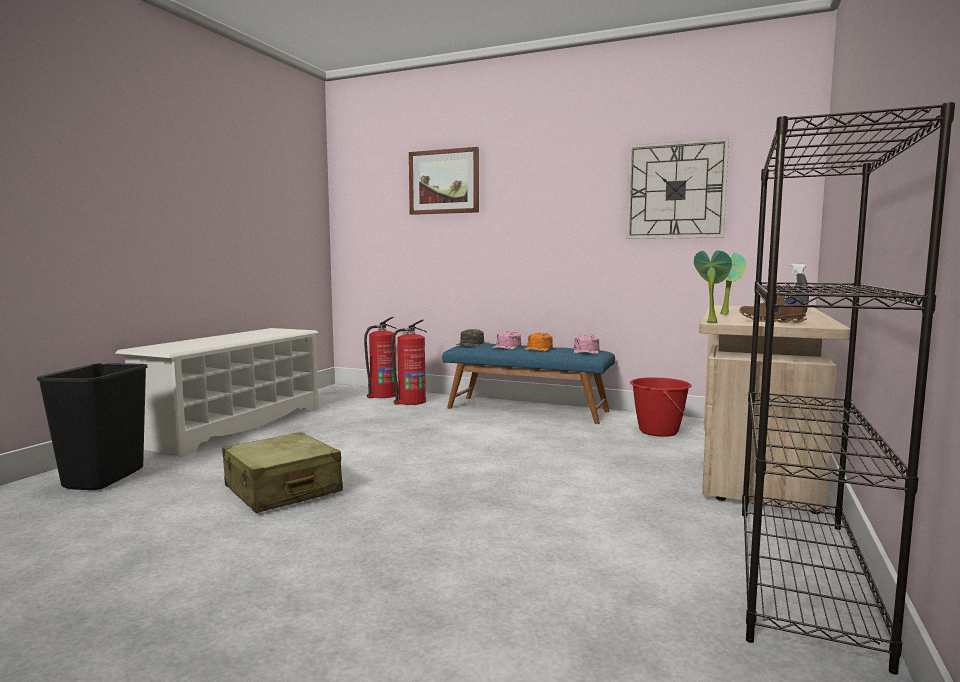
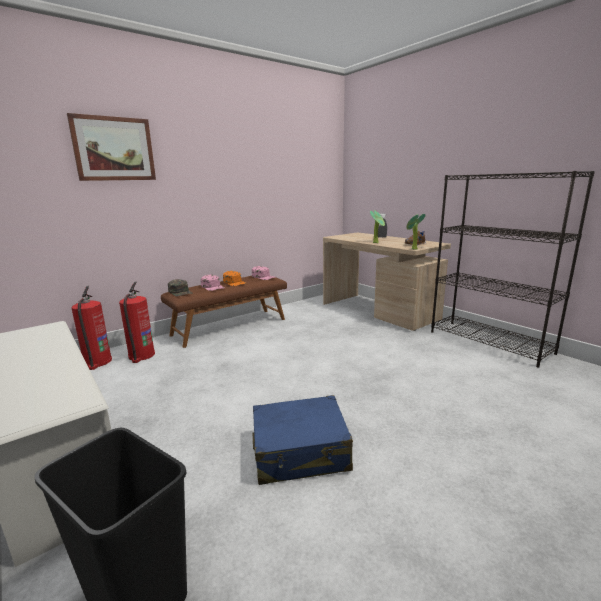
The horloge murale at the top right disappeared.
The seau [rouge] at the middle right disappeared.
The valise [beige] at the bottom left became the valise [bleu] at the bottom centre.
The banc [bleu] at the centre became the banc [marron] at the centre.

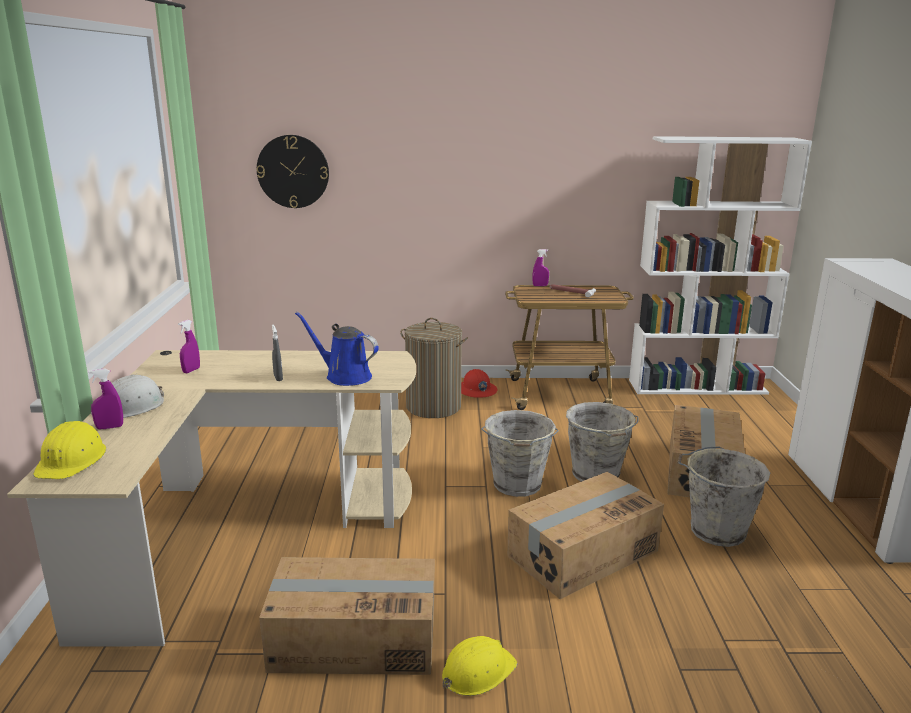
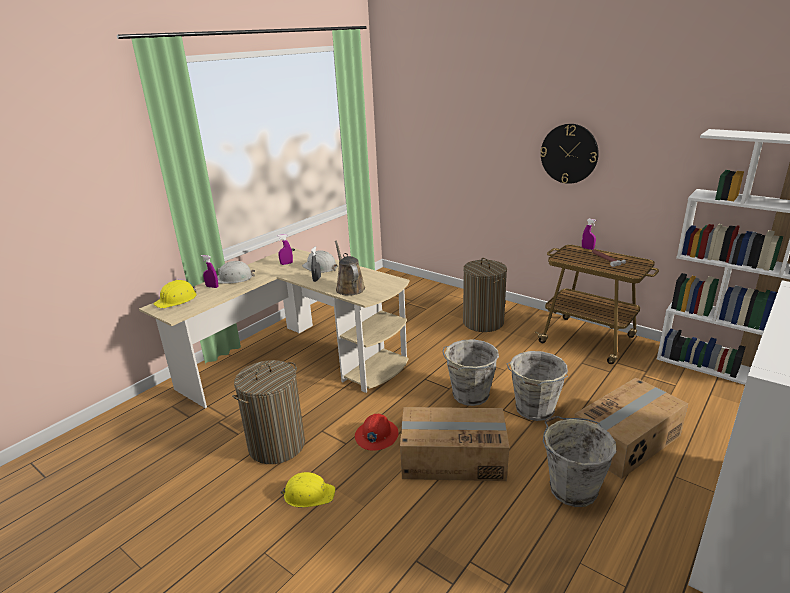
The casque de chantier [blanc] (no. 2 from left) at the centre appeared.
The horloge murale moved from the top left to the top right.
The casque de chantier [rouge] moved from the centre to the bottom centre.
The carton (no. 1 from left) at the bottom centre was replaced by the panier à linge (no. 1 from left) at the bottom centre.
The arrosoir [bleu] at the centre became the arrosoir [marron] at the centre.

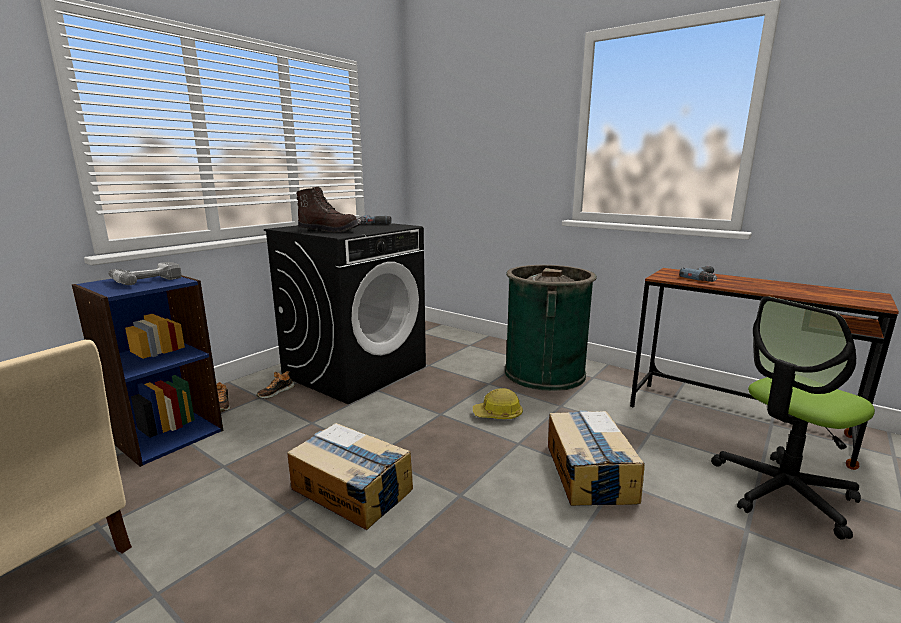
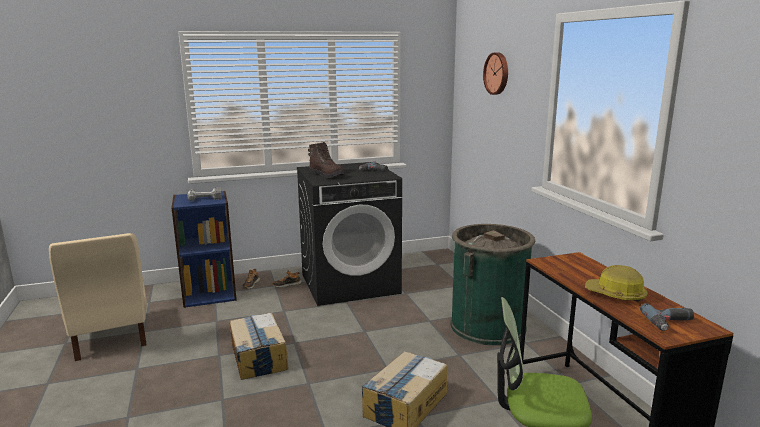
The horloge murale at the top centre appeared.
The casque de chantier moved from the centre to the middle right.
The perceuse (no. 3 from left) moved from the middle right to the bottom right.

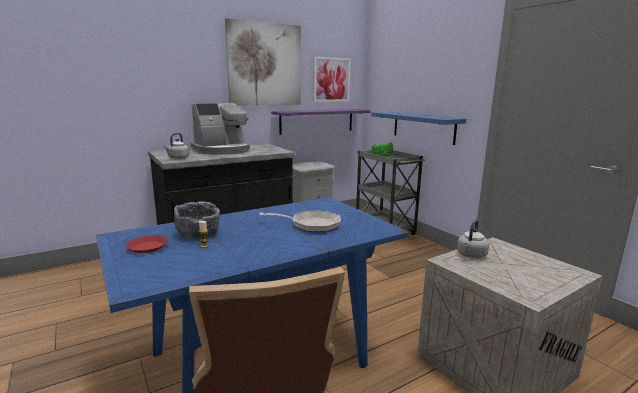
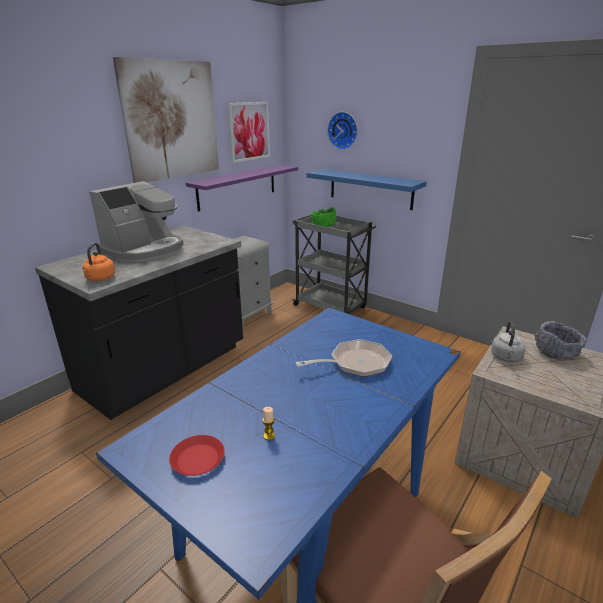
The horloge murale at the top centre appeared.
The bol [gris] moved from the middle left to the middle right.
The bouilloire [gris] (no. 1 from left) at the middle left became the bouilloire [orange] at the middle left.

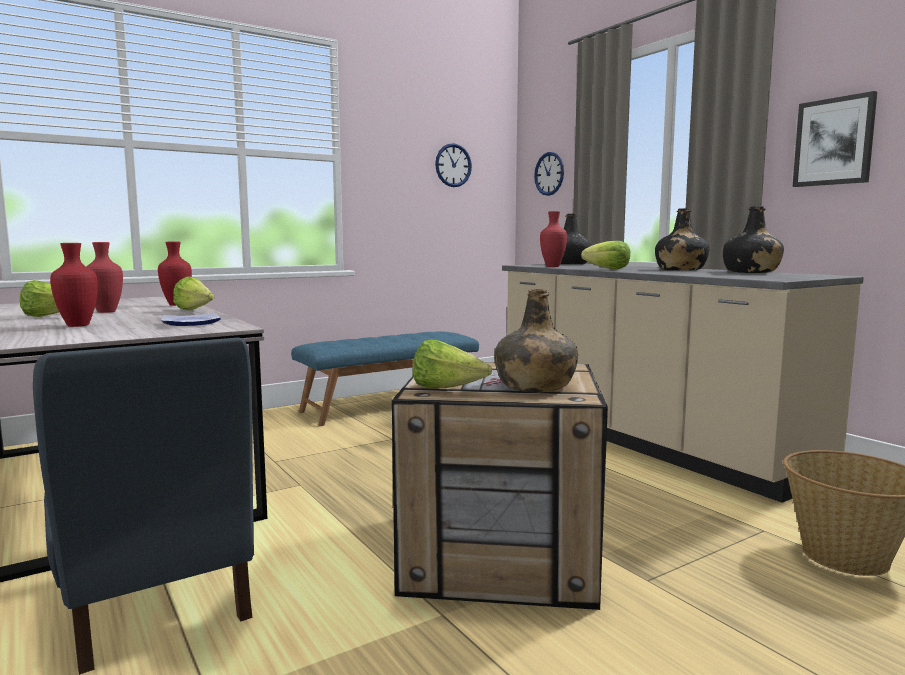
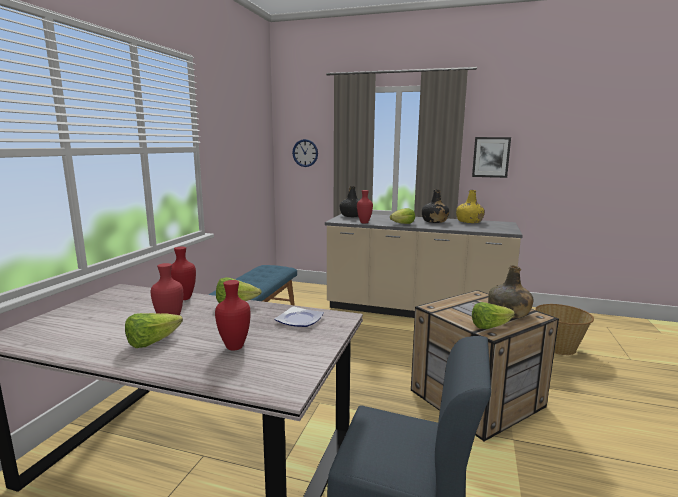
The horloge murale (no. 1 from left) at the top centre disappeared.
The bouteille [noir] (no. 3 from left) at the middle right became the bouteille [jaune] at the middle right.

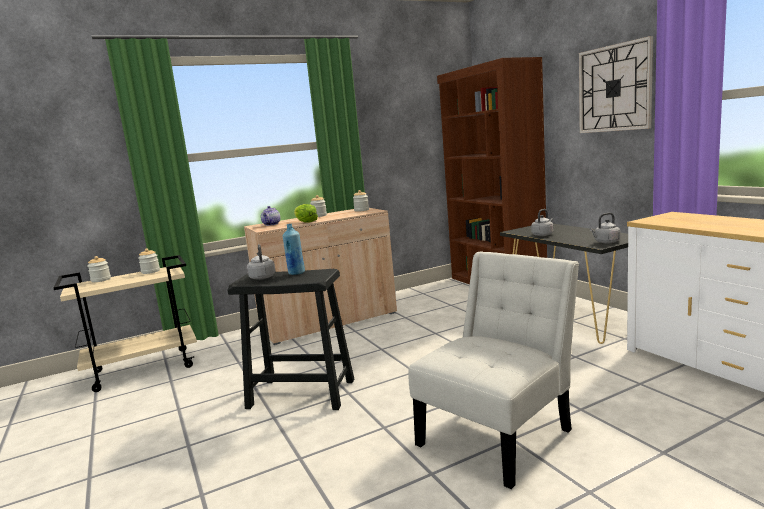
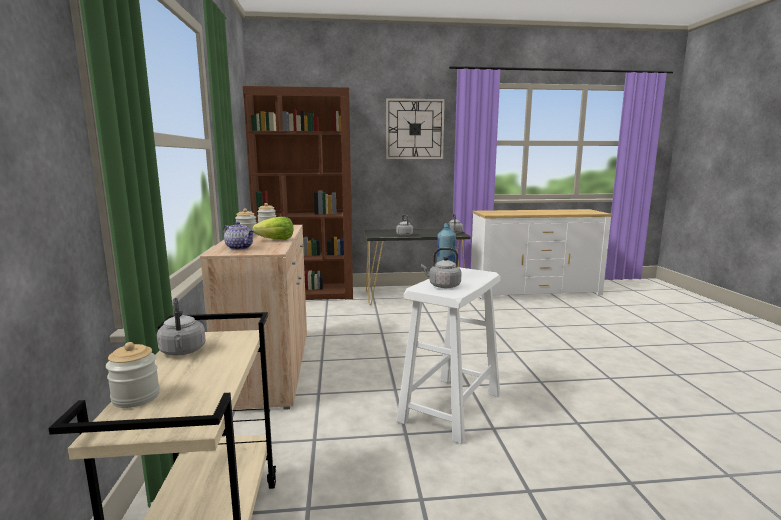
The chaise [blanc] at the bottom centre disappeared.
The bocal (no. 2 from left) at the middle left was replaced by the bouilloire [gris] (no. 1 from left) at the middle left.
The tabouret [noir] at the centre became the tabouret [blanc] at the bottom centre.

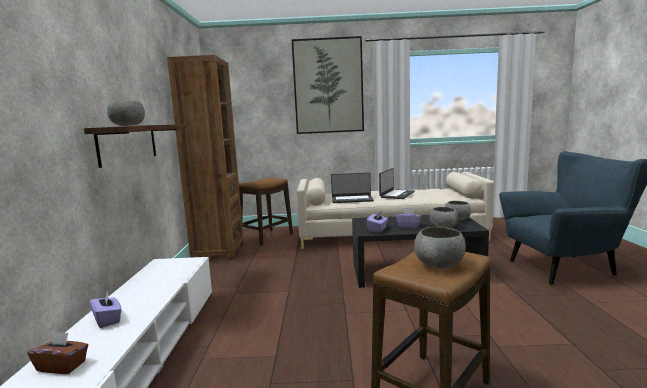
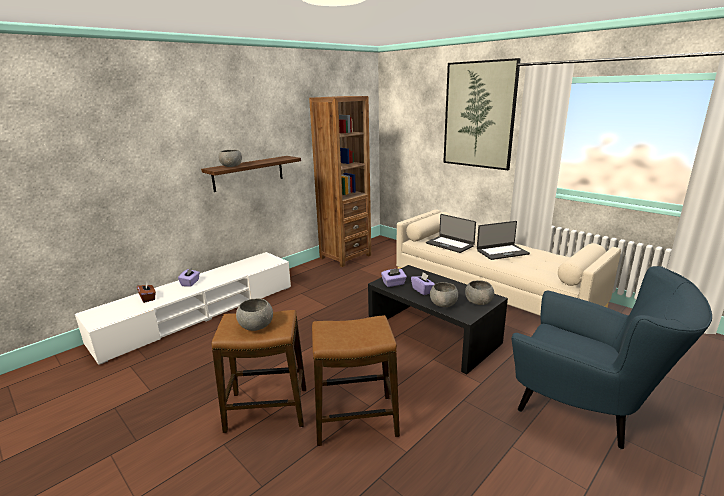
The tabouret (no. 1 from left in the first image) moved from the centre to the bottom centre.

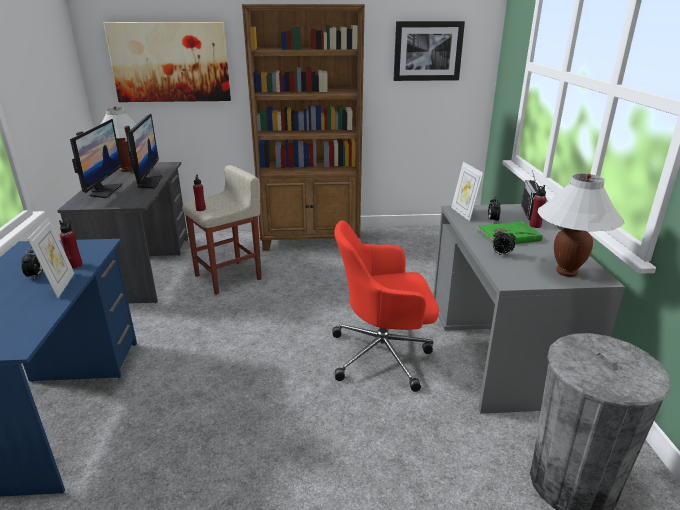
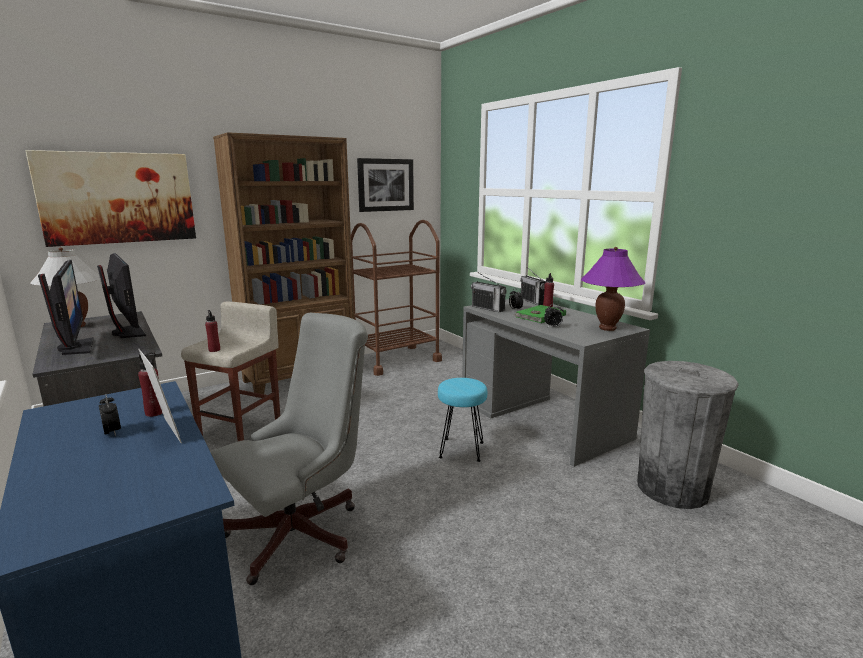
The chaise de bureau [gris] at the bottom centre appeared.
The chariot [marron] at the centre appeared.
The chaise de bureau [rouge] at the centre was replaced by the tabouret [turquoise] at the centre.
The cadre photo (no. 2 from left) at the middle right was replaced by the radio (no. 1 from left) at the centre.
The lampe de table [blanc] (no. 2 from left) at the middle right became the lampe de table [violet] at the middle right.

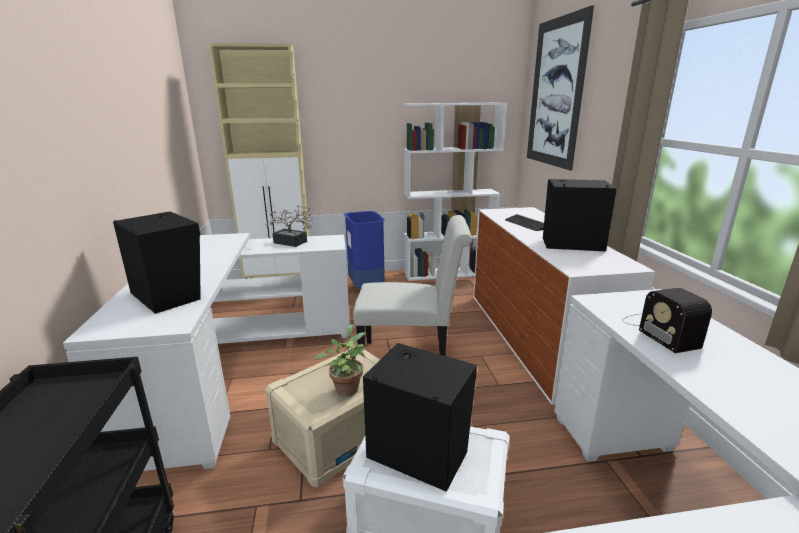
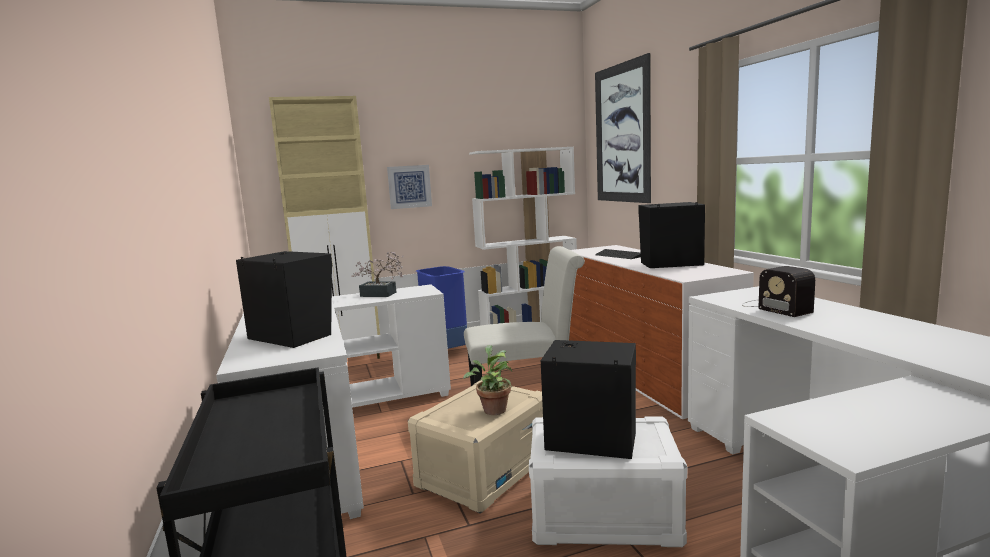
The tableau (no. 1 from left) at the centre appeared.

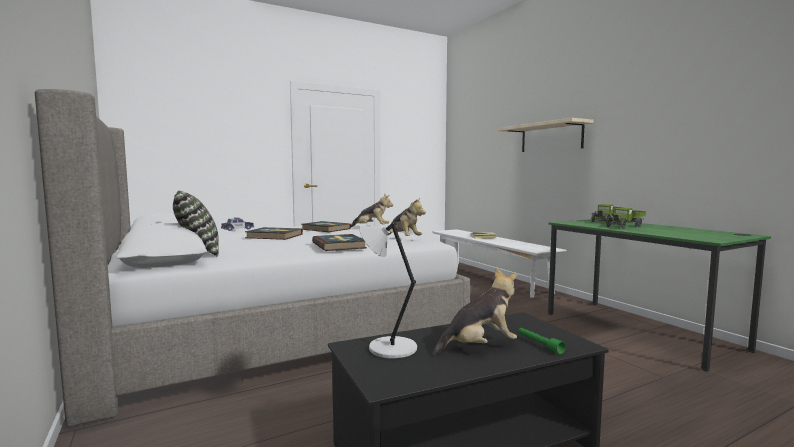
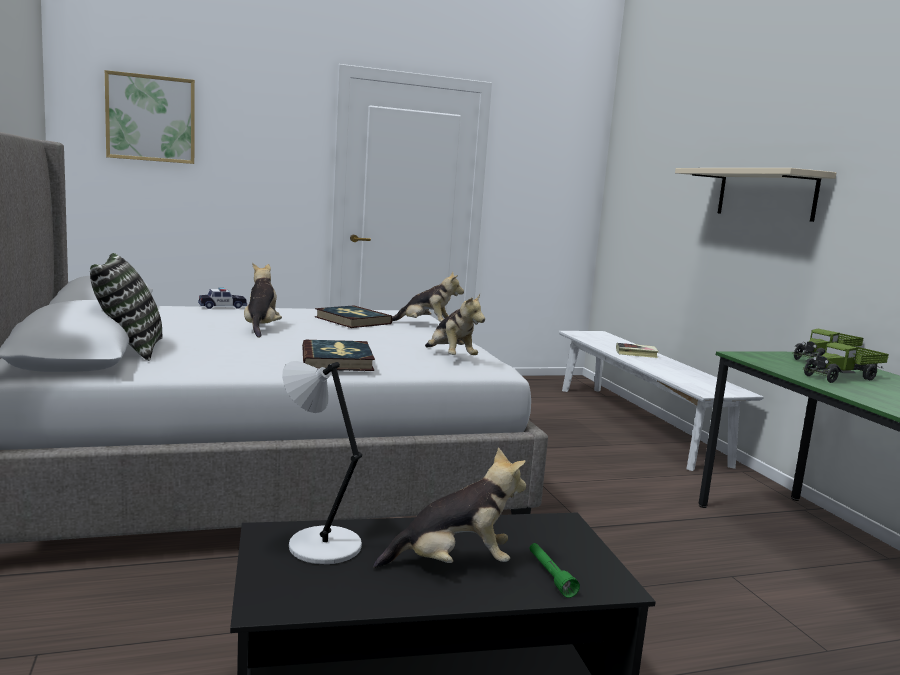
The tableau at the top left appeared.
The livre (no. 1 from left) at the centre was replaced by the peluche (no. 1 from left) at the middle left.

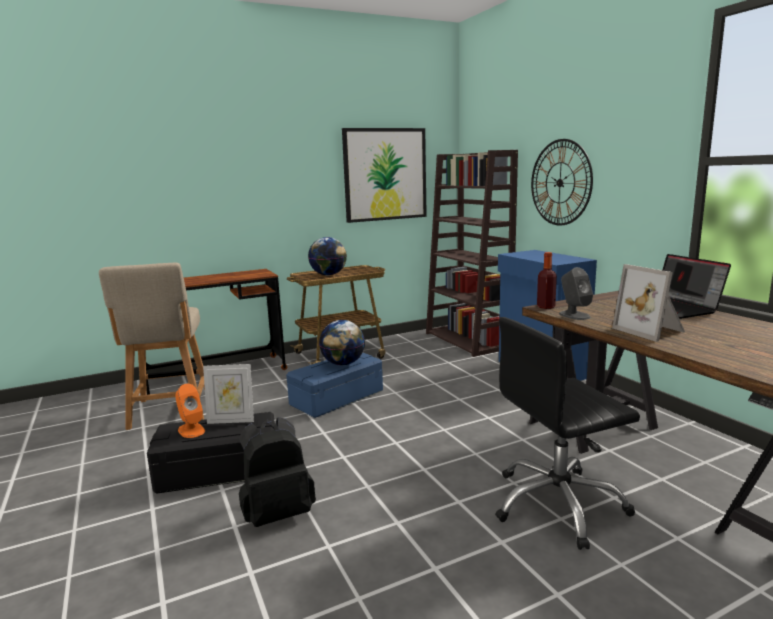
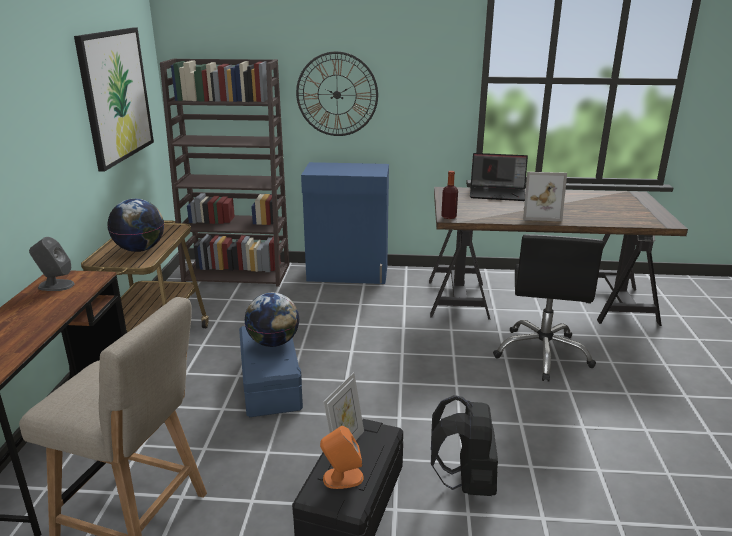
The enceinte [gris] moved from the middle right to the middle left.

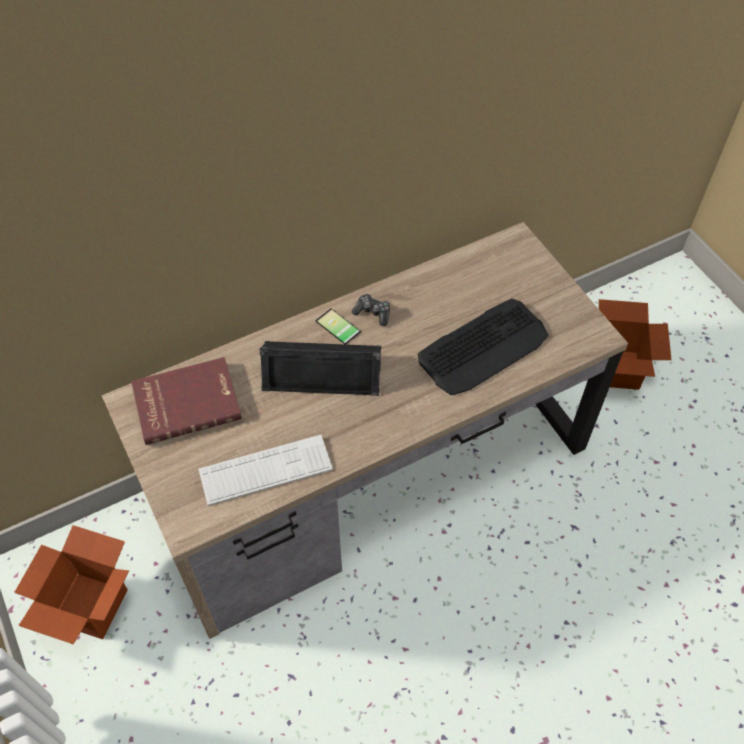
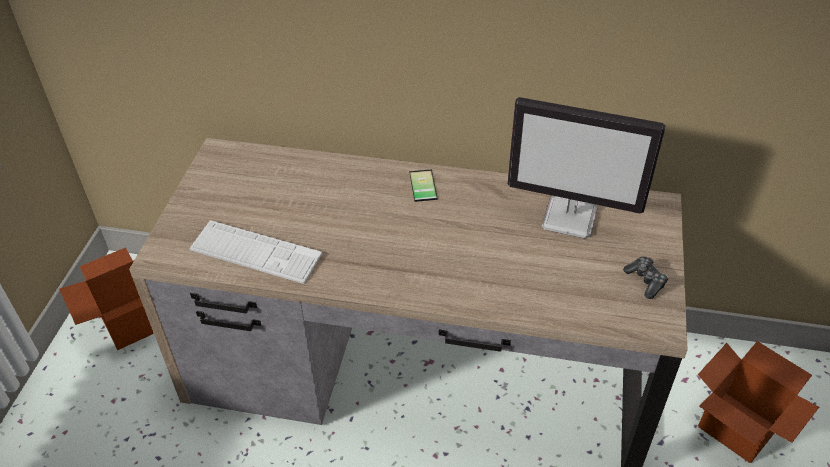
The livre [rouge] at the middle left disappeared.
The enceinte [noir] at the centre disappeared.
The clavier (no. 2 from left) at the centre disappeared.
The écran d'ordinateur at the middle right appeared.
The manette moved from the centre to the middle right.

